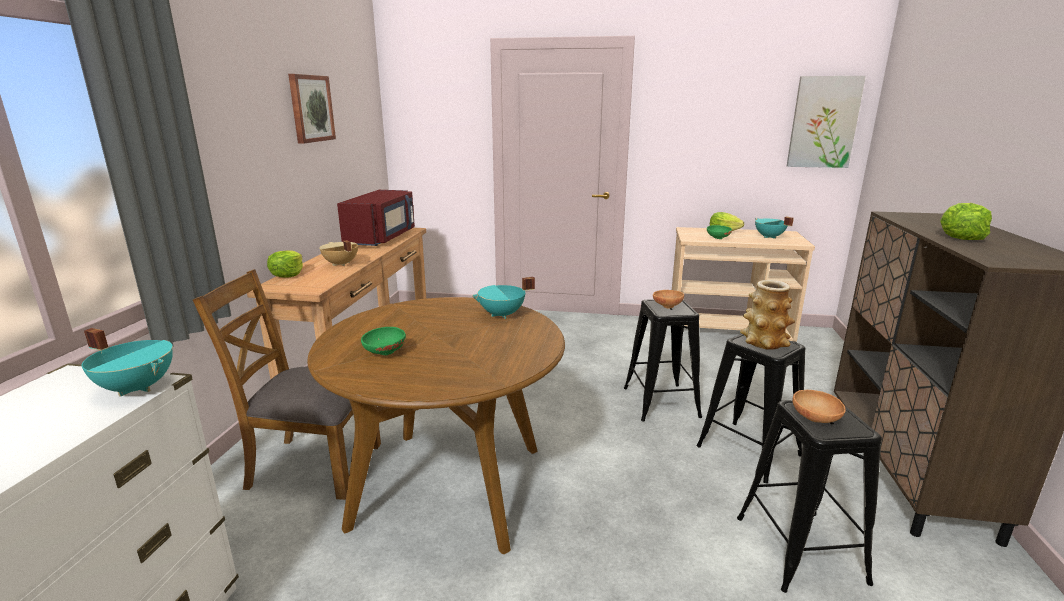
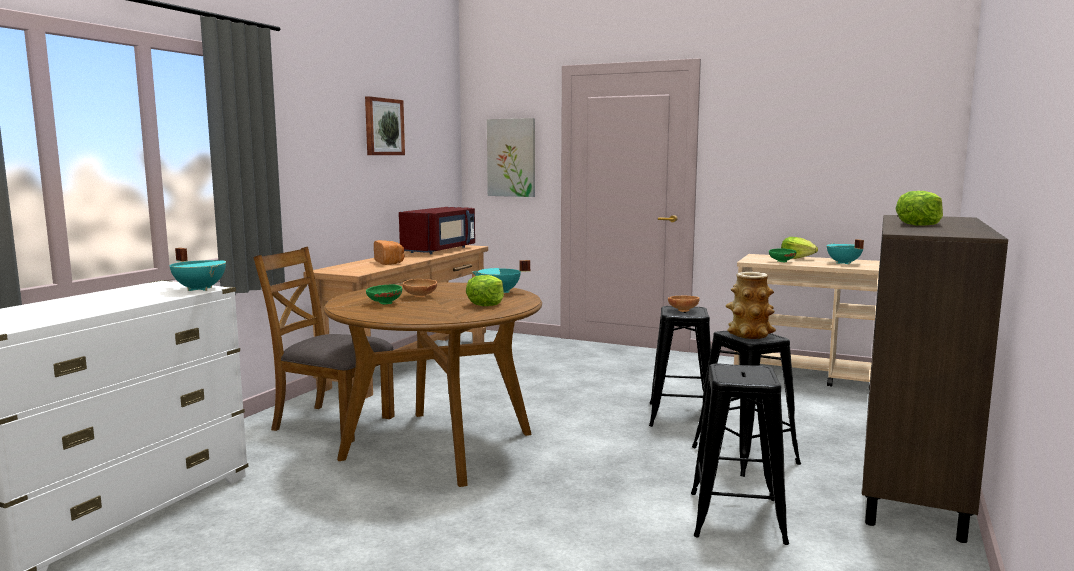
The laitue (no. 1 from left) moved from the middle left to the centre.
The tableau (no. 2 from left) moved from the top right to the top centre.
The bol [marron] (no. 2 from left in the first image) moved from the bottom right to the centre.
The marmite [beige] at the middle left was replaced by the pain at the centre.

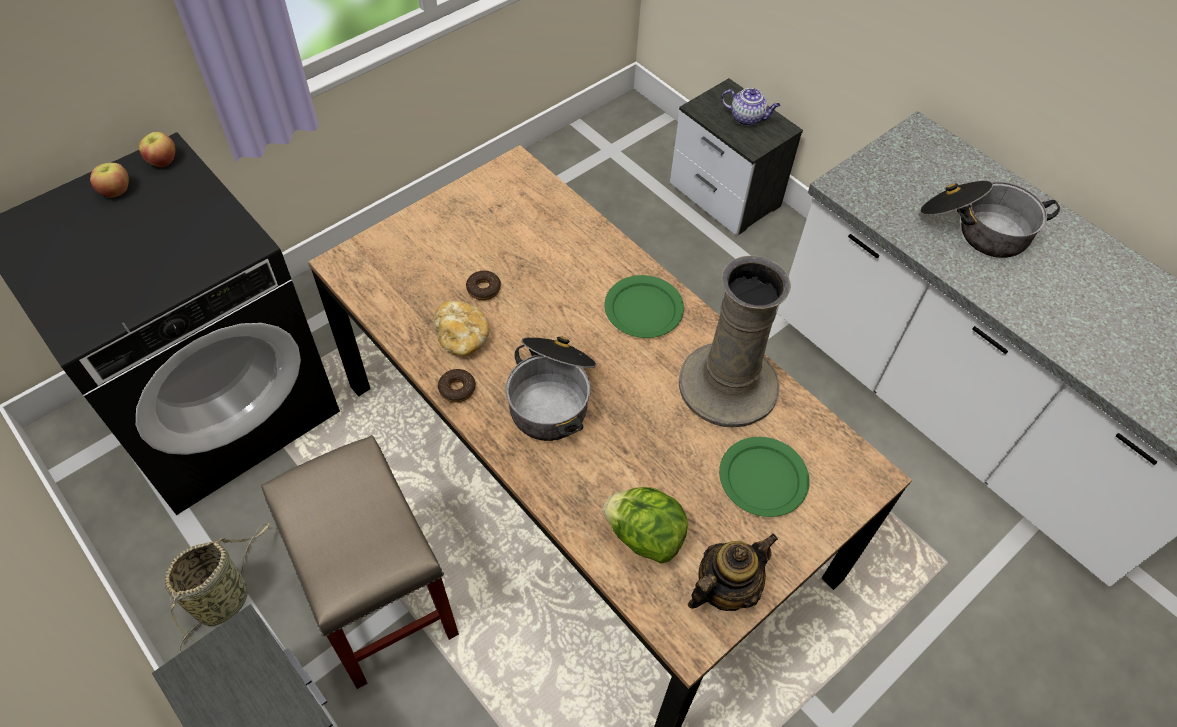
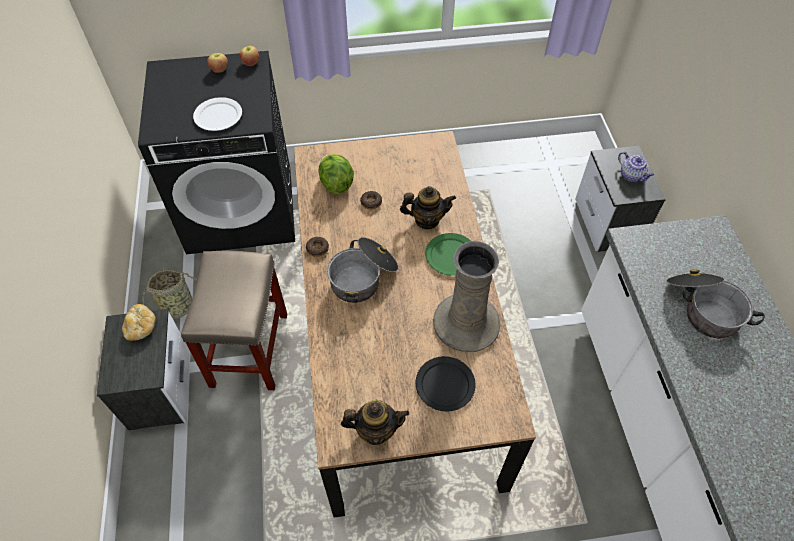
The assiette [blanc] at the top left appeared.
The théière (no. 2 from left) at the centre appeared.
The pain moved from the centre to the middle left.
The laitue moved from the bottom centre to the top centre.
The assiette [vert] (no. 2 from left) at the centre became the assiette [noir] at the bottom centre.

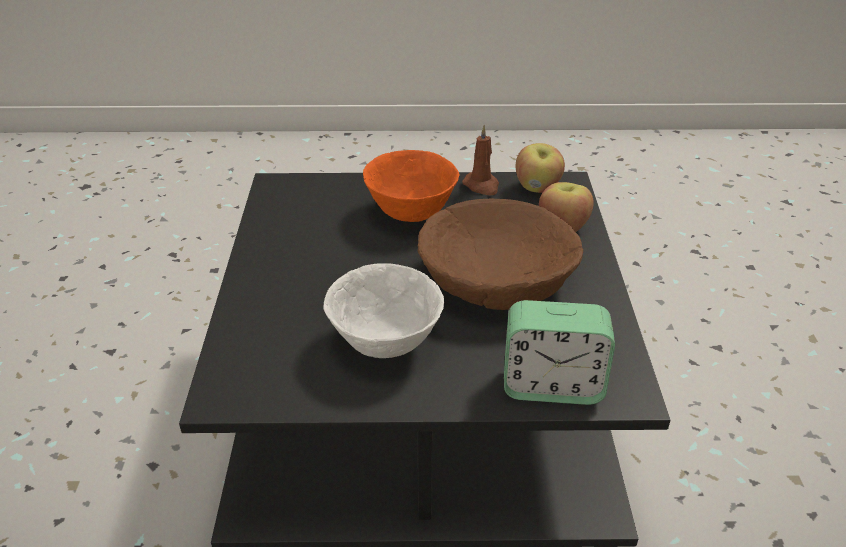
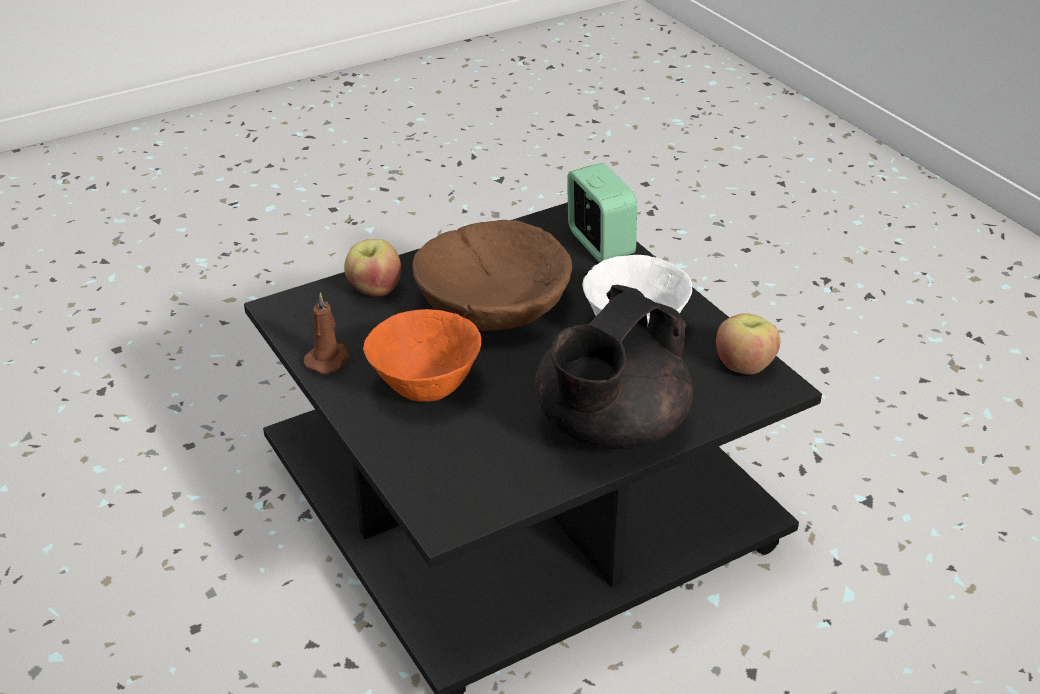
The théière [noir] at the centre appeared.
The pomme (no. 1 from left in the first image) moved from the top centre to the middle right.

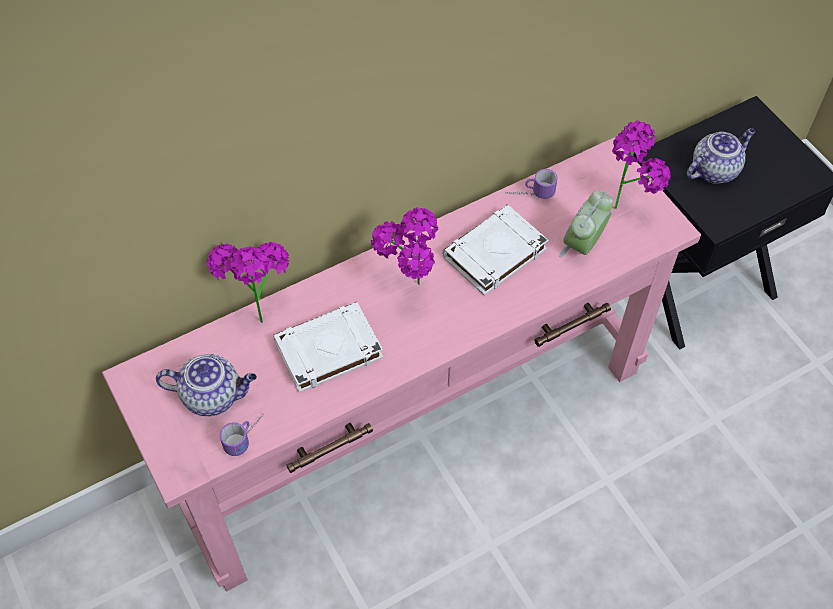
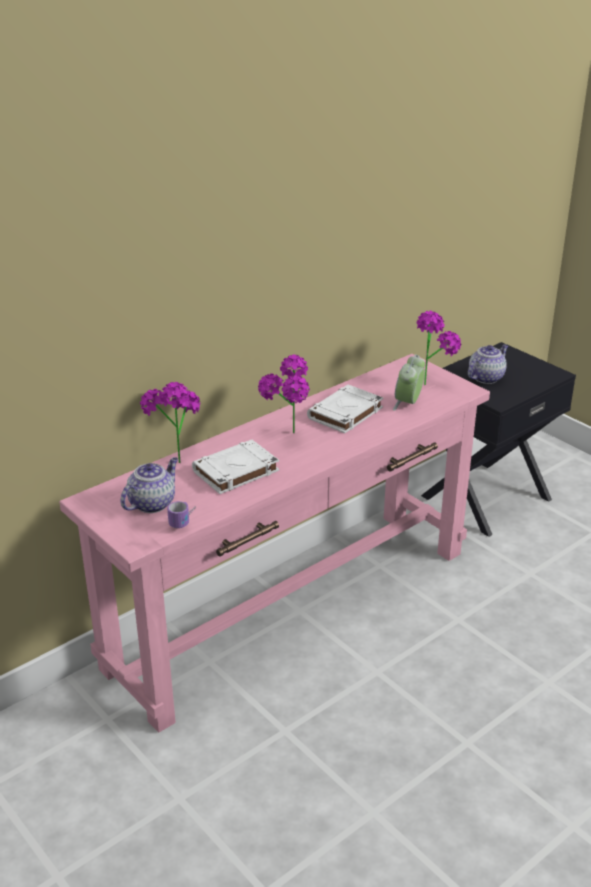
The mug (no. 2 from left) at the top centre disappeared.
The théière (no. 1 from left) at the middle left turned 45 degrees counterclockwise.

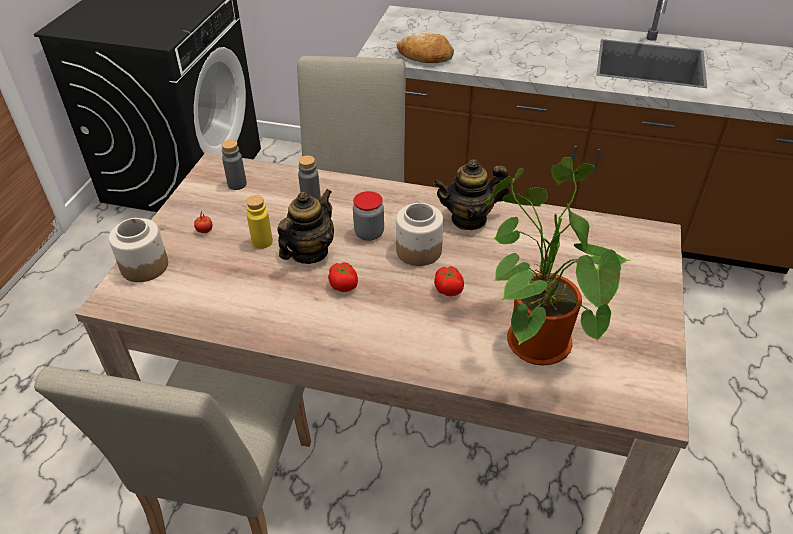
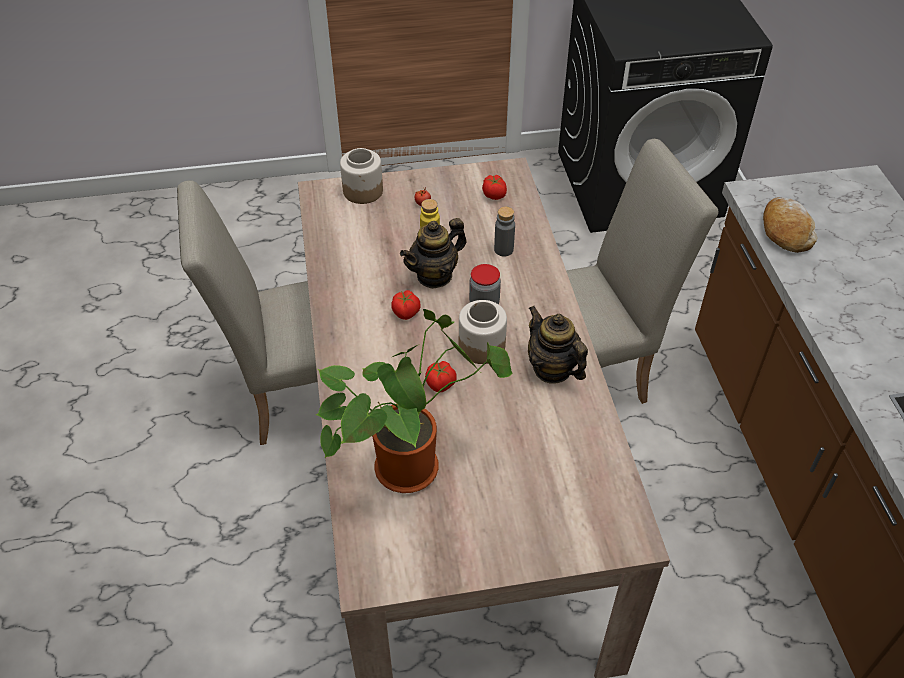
The bouteille [gris] (no. 1 from left) at the top left was replaced by the tomate (no. 4 from left) at the top centre.
The théière (no. 1 from left) at the centre turned 135 degrees clockwise.

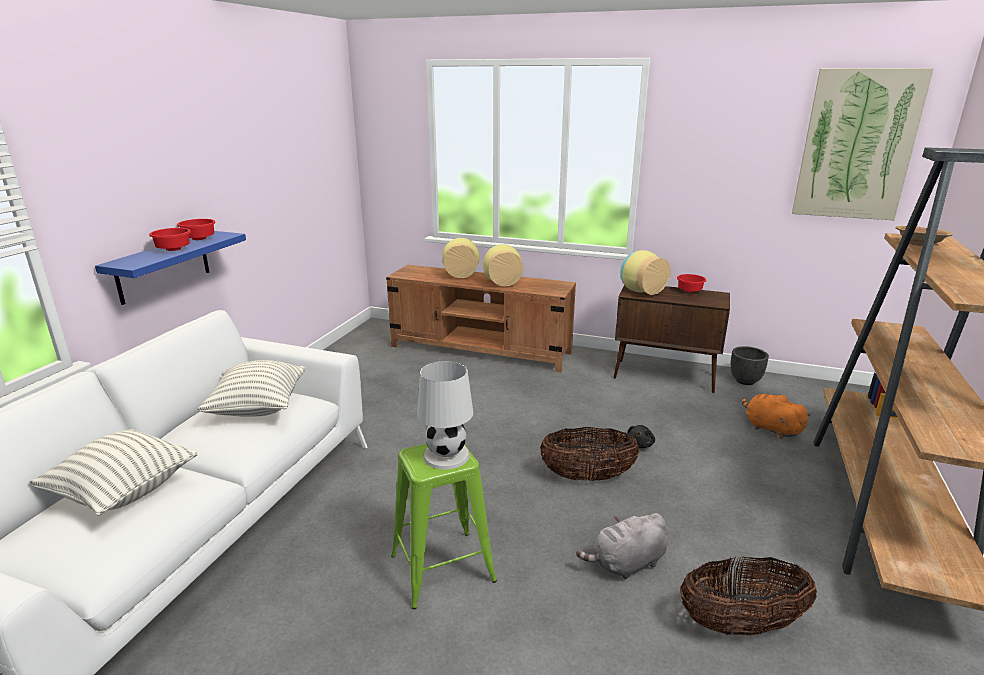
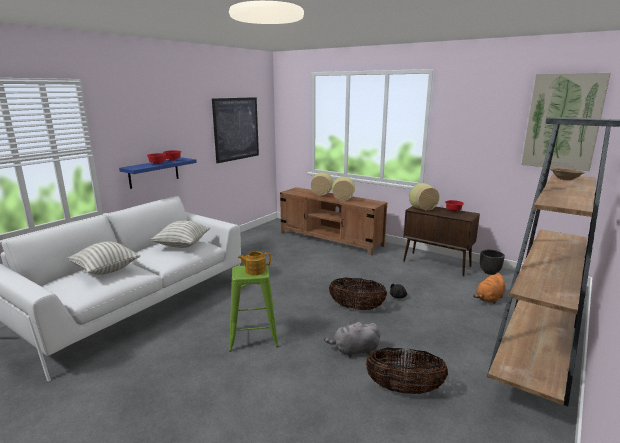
The tableau (no. 1 from left) at the top centre appeared.
The lampe de table [blanc] at the centre was replaced by the théière at the centre.
The peluche [orange] at the middle right turned 105 degrees counterclockwise.

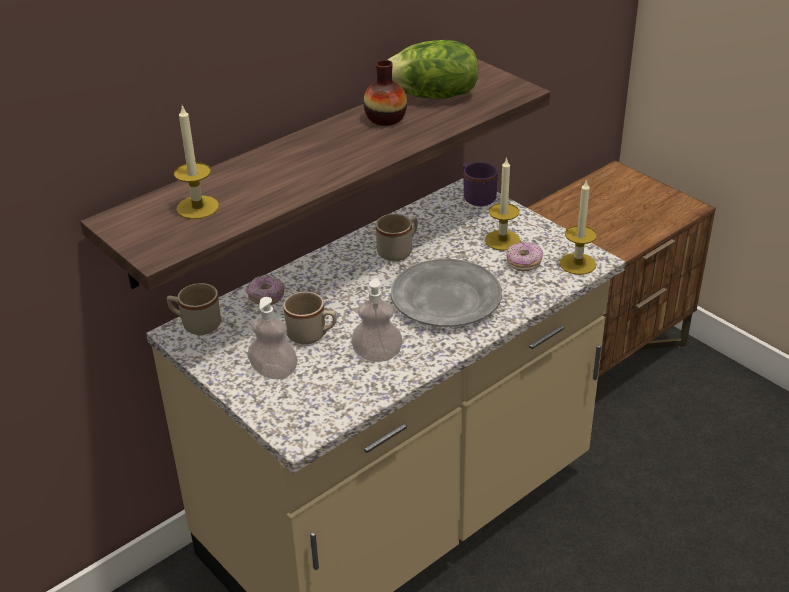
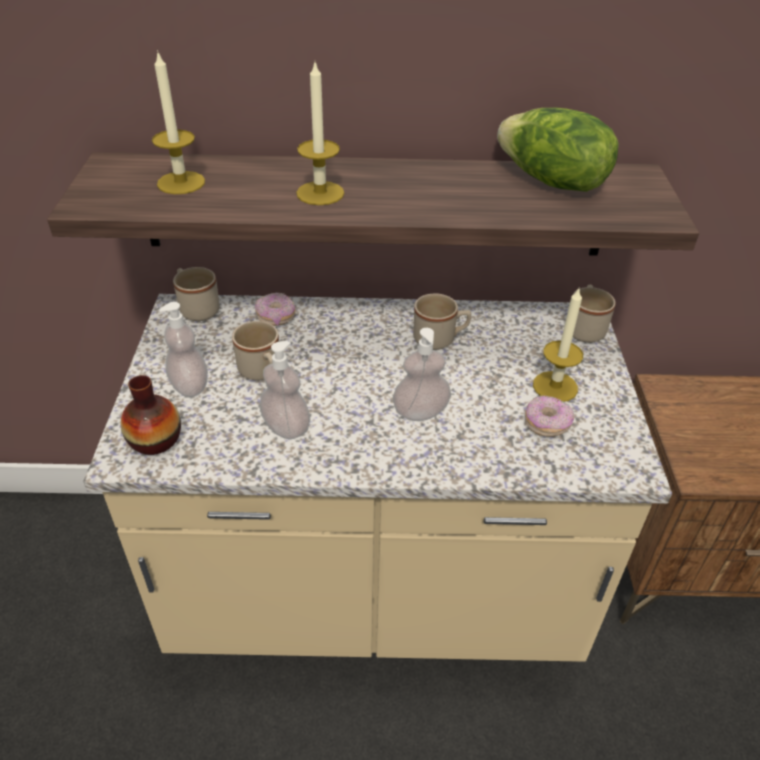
The vase moved from the top centre to the middle left.
The bougie (no. 3 from left in the first image) moved from the middle right to the top centre.
The assiette [gris] at the centre was replaced by the distributeur de savon (no. 3 from left) at the centre.
The mug [violet] at the top centre became the mug [beige] (no. 4 from left) at the middle right.

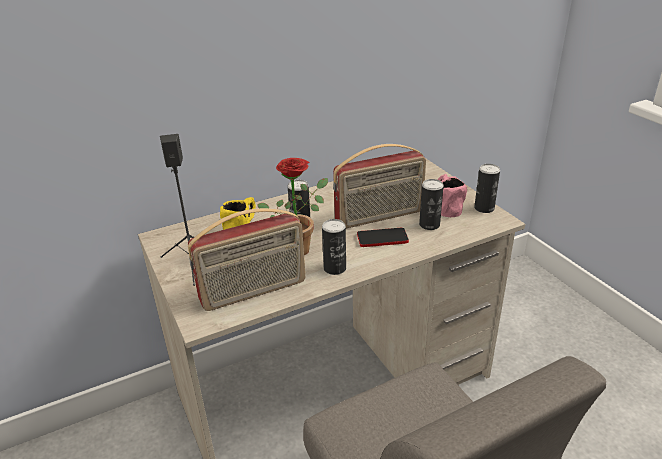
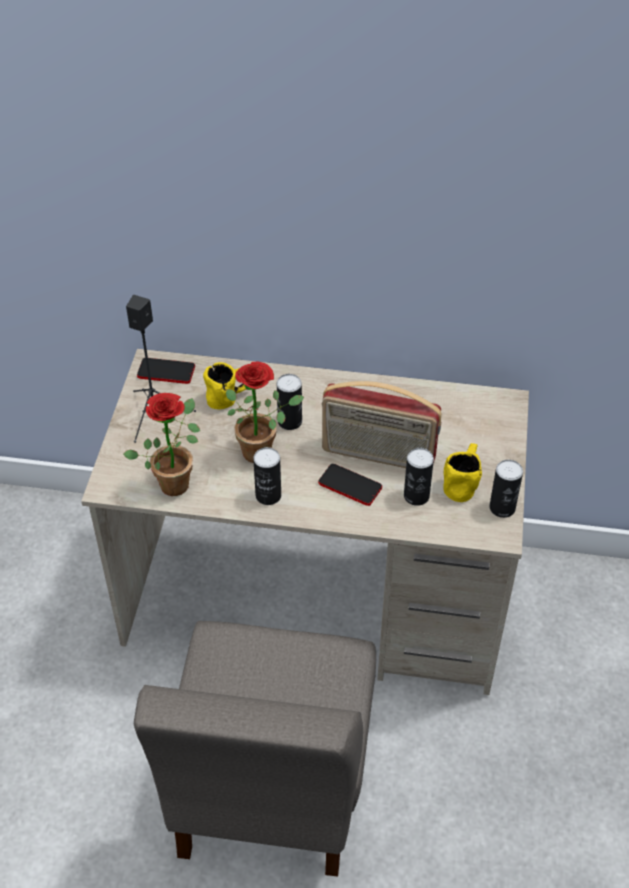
The téléphone (no. 1 from left) at the middle left appeared.
The radio (no. 1 from left) at the centre was replaced by the plante en pot (no. 1 from left) at the middle left.
The mug [rose] at the middle right became the mug [jaune] (no. 2 from left) at the middle right.

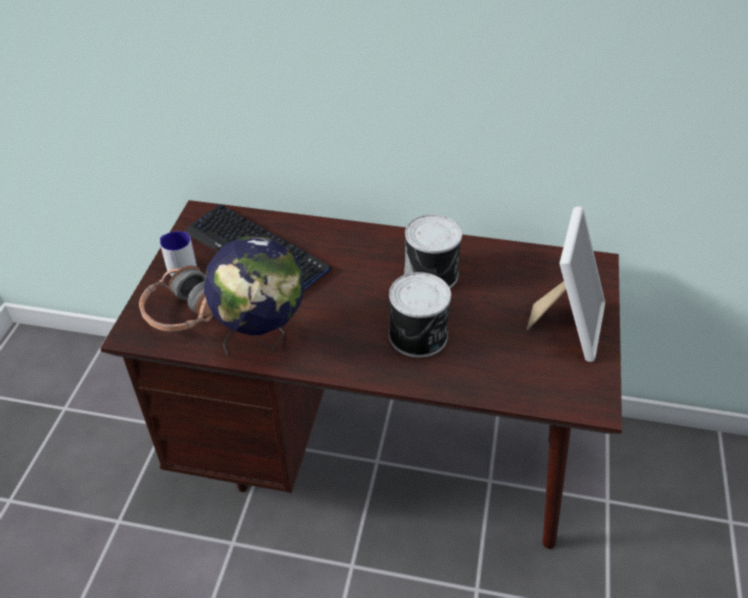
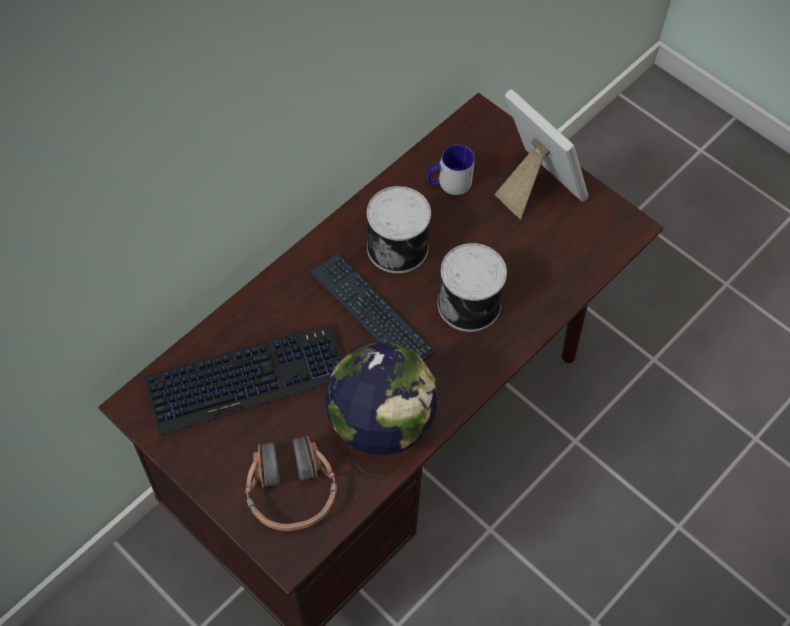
The clavier (no. 2 from left) at the centre appeared.
The mug moved from the middle left to the top centre.

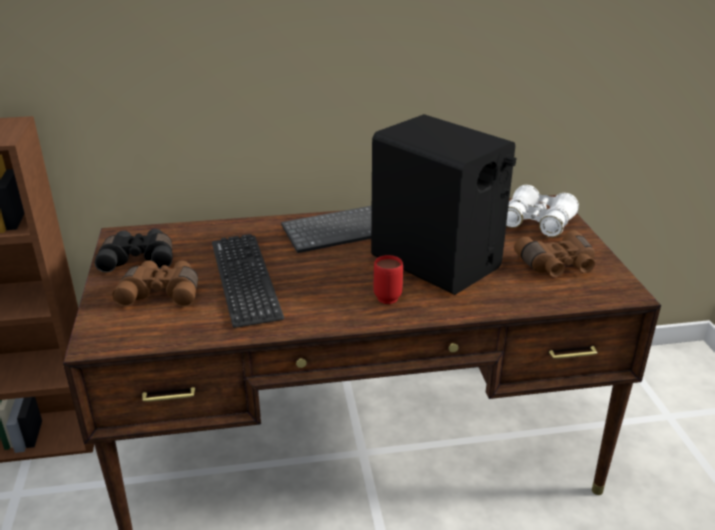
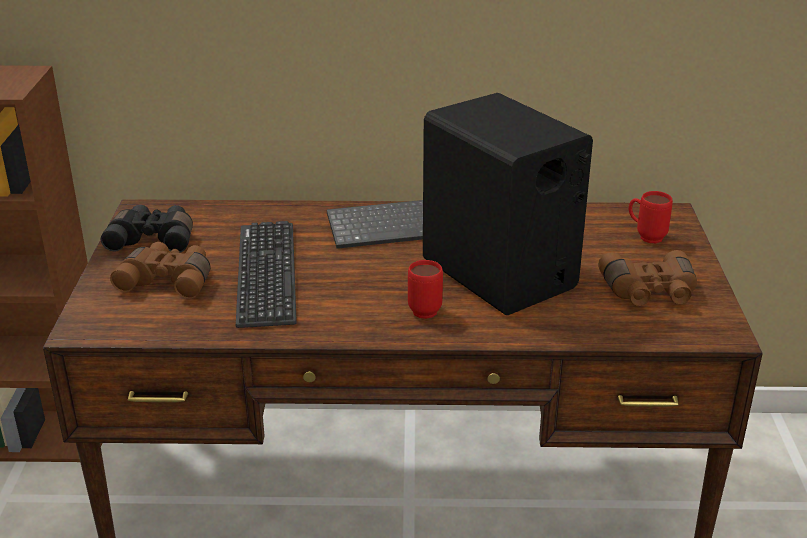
The jumelles [blanc] at the middle right was replaced by the mug [rouge] (no. 2 from left) at the middle right.

